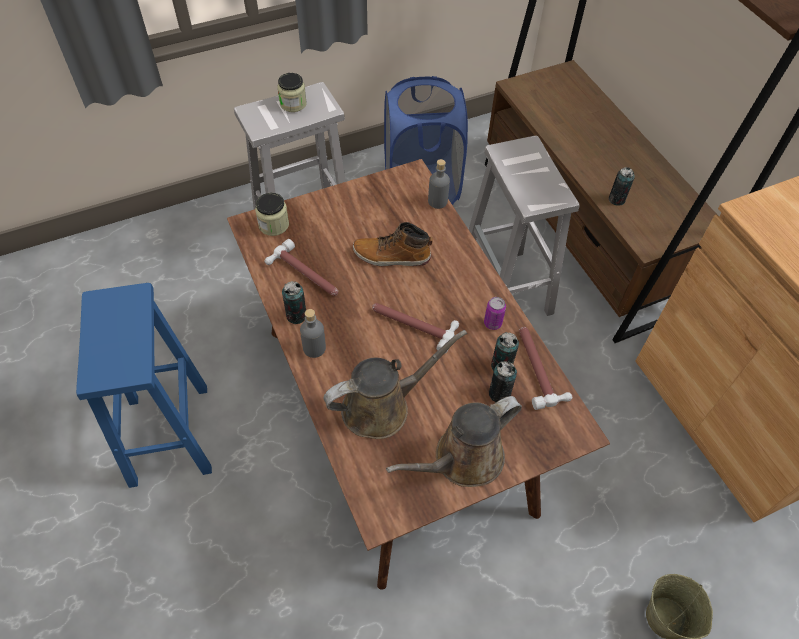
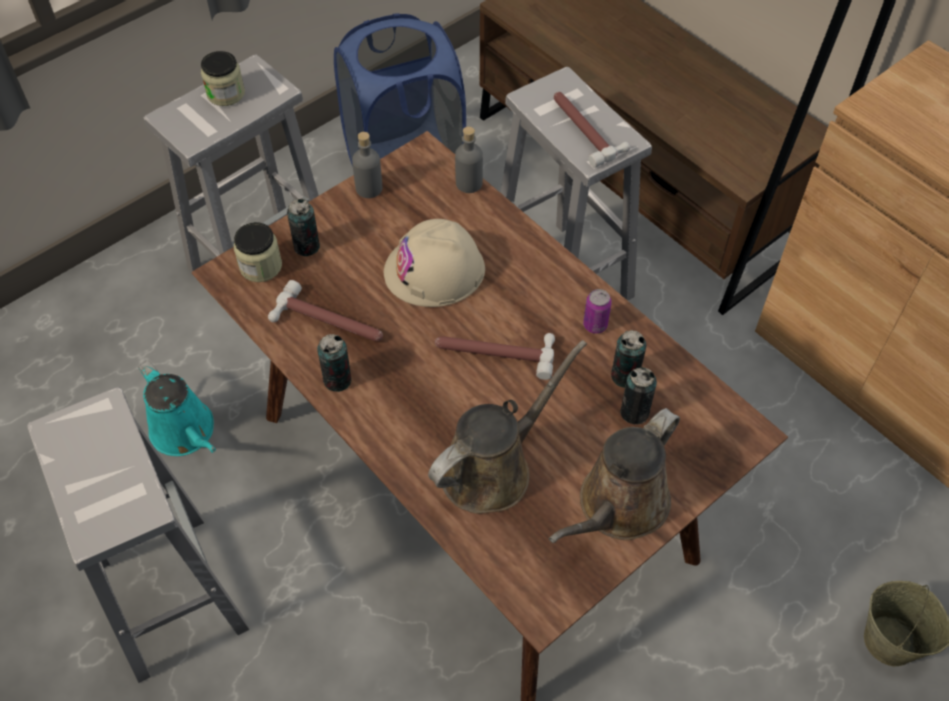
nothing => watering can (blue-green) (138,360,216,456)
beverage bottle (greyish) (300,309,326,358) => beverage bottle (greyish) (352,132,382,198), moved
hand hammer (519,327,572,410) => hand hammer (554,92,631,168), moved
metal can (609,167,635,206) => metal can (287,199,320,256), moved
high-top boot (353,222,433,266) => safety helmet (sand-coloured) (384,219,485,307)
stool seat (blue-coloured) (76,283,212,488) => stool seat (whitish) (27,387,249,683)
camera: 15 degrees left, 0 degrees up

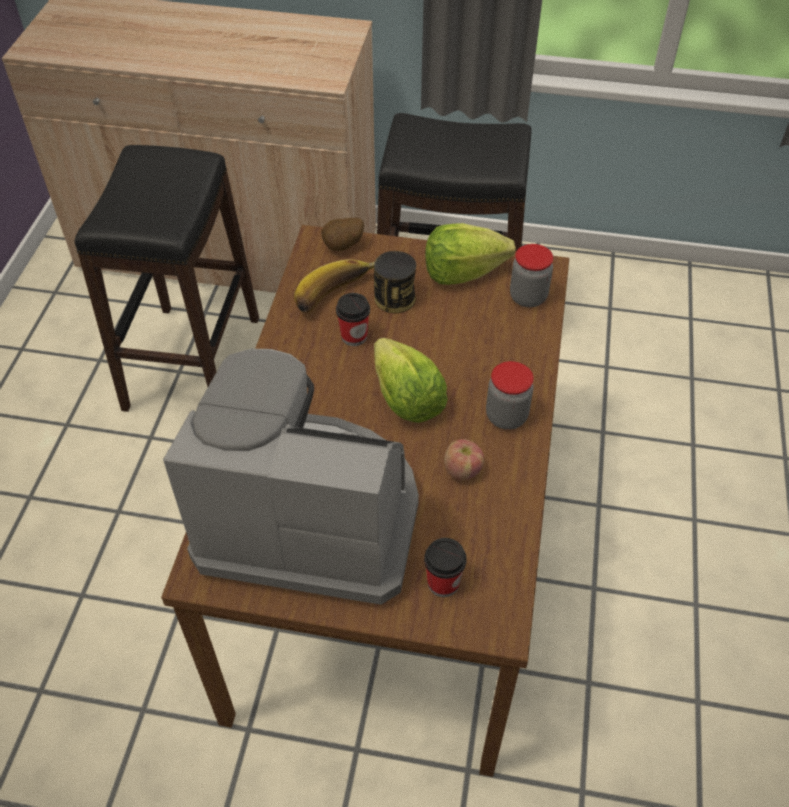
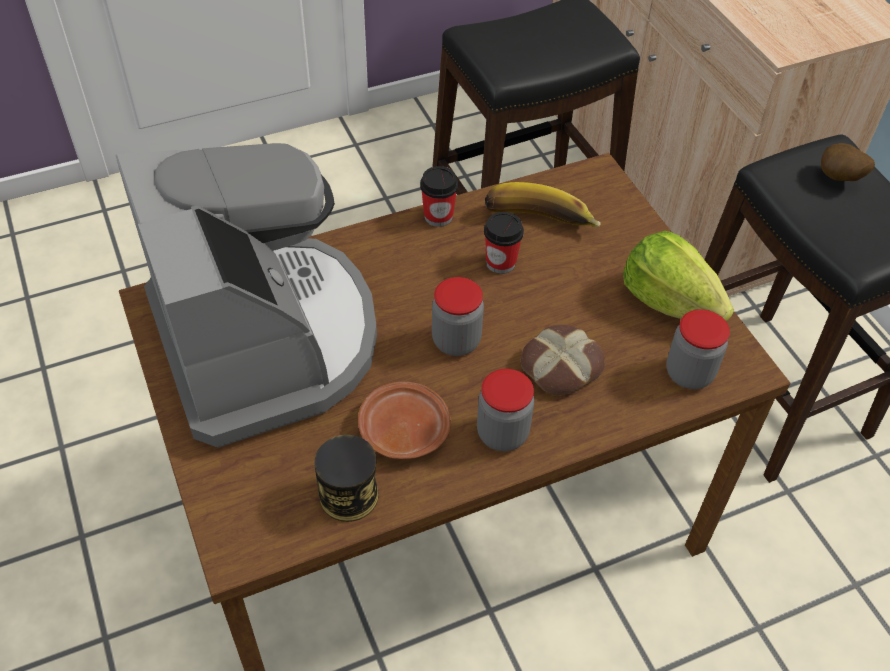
nothing => baked bread (521,325,605,395)
spud (321,218,364,251) => spud (821,143,875,181), moved
metal can (374,251,416,313) => metal can (314,435,379,522), moved
drinking cup (424,538,467,597) => drinking cup (420,166,458,227), moved
head of lettuce (374,338,448,423) => preserve jar (432,277,484,356)
apple (444,439,484,480) => flat dish (brown-coloured) (358,382,451,460)
camera: 55 degrees right, 0 degrees up

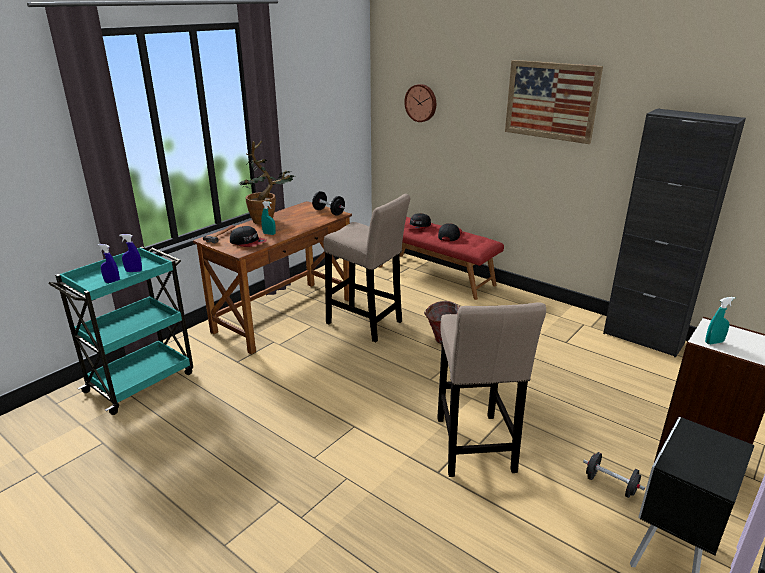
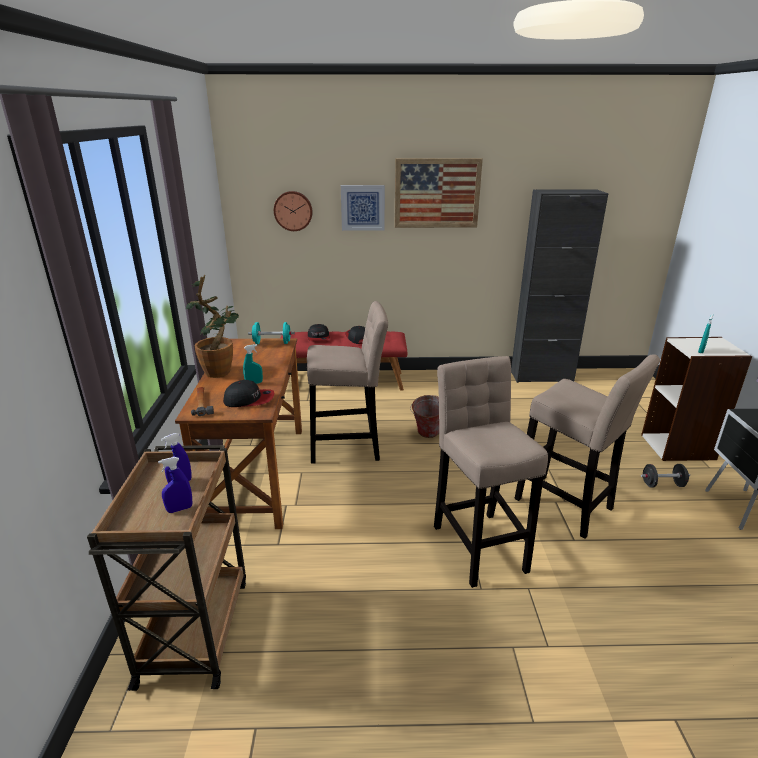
nothing => wall picture (341,185,385,231)
nothing => stool seat (sand-coloured) (434,356,548,588)
cart (blue-green) (49,246,193,415) => cart (brown-coloured) (87,445,246,691)
free weight (blackish) (312,191,345,216) => free weight (blue-green) (248,322,295,344)
camera: 40 degrees left, 0 degrees up

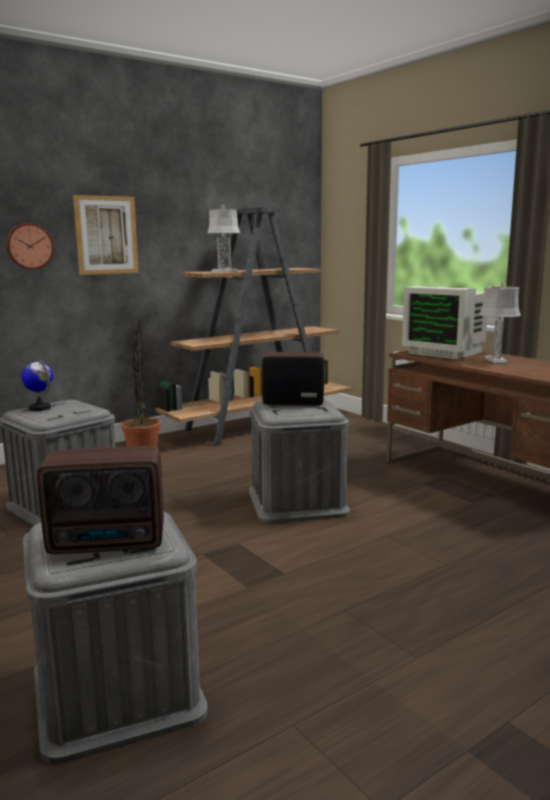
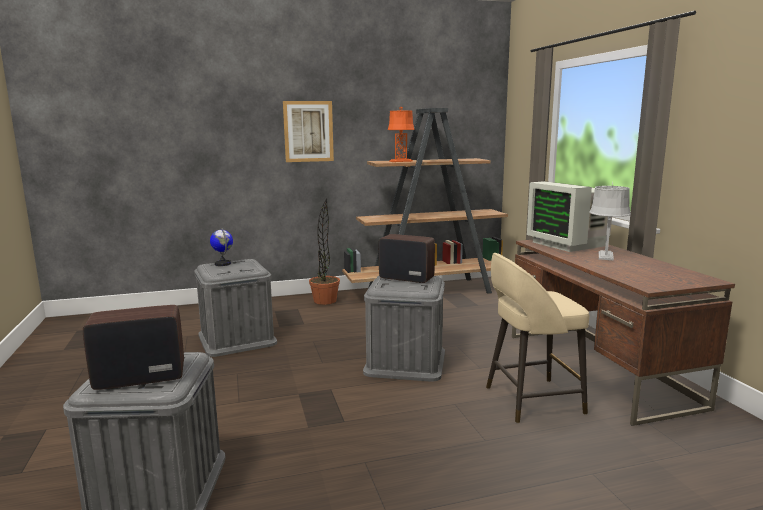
hanging clock (6,223,54,270) => nothing
nothing => stool seat (sand-coloured) (486,253,589,423)
tabletop lamp (greyish) (207,205,240,272) => tabletop lamp (orangey) (388,107,415,162)
radio (37,446,164,554) => radio (83,305,184,390), 150 degrees clockwise
camera: 20 degrees right, 0 degrees up

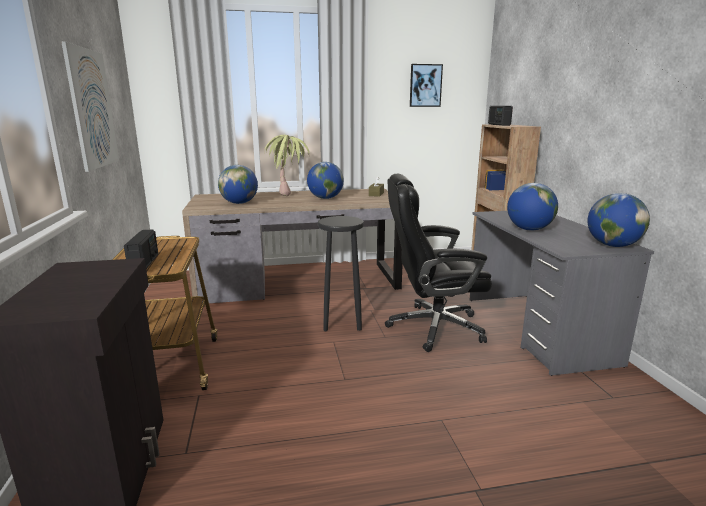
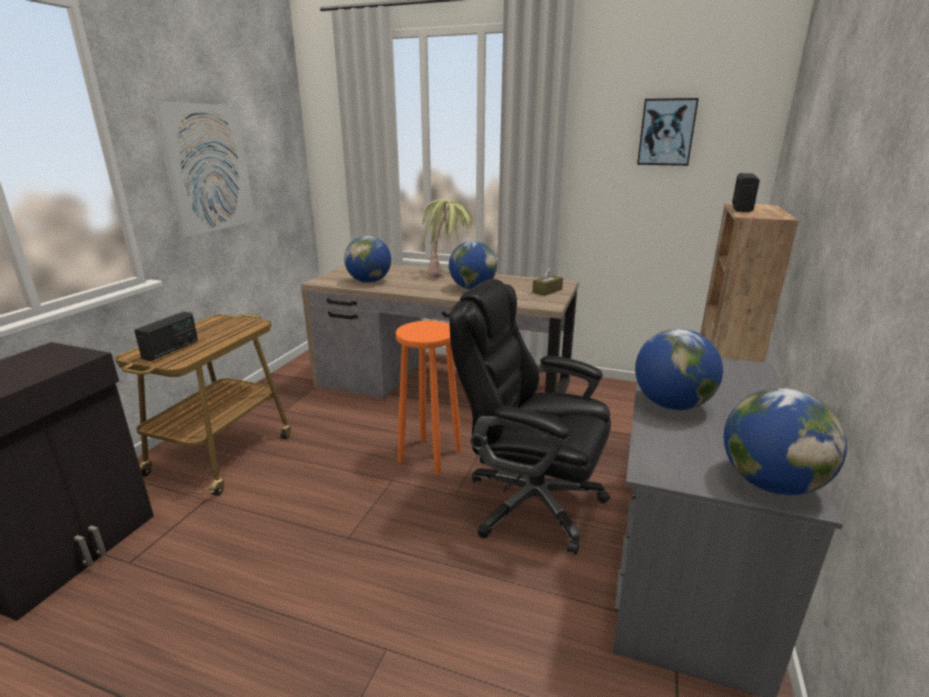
stool seat (blackish) (318,216,364,331) => stool seat (orangey) (396,321,461,475)
camera: 30 degrees right, 5 degrees up

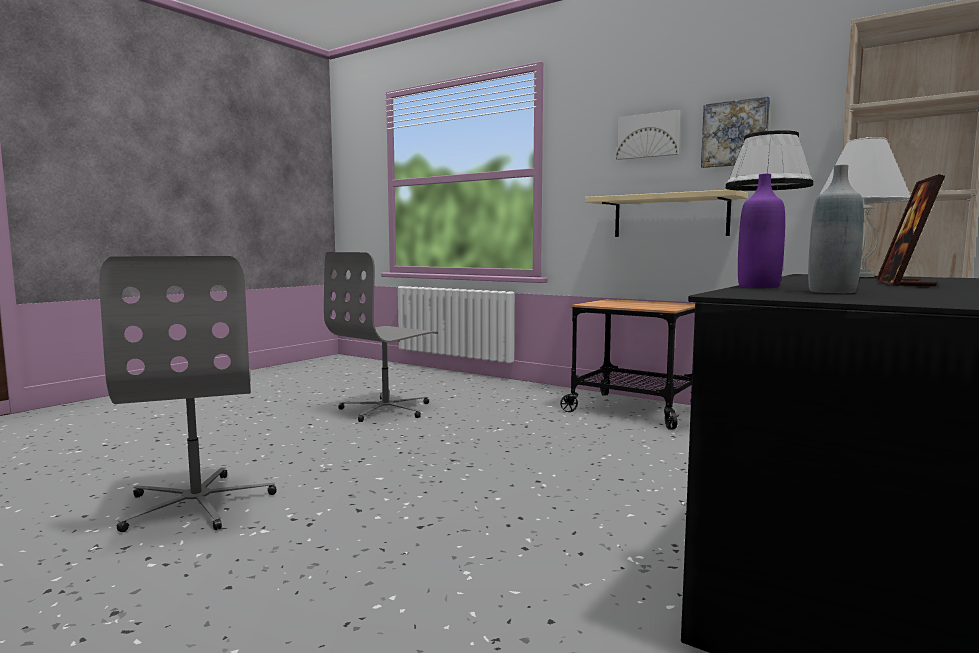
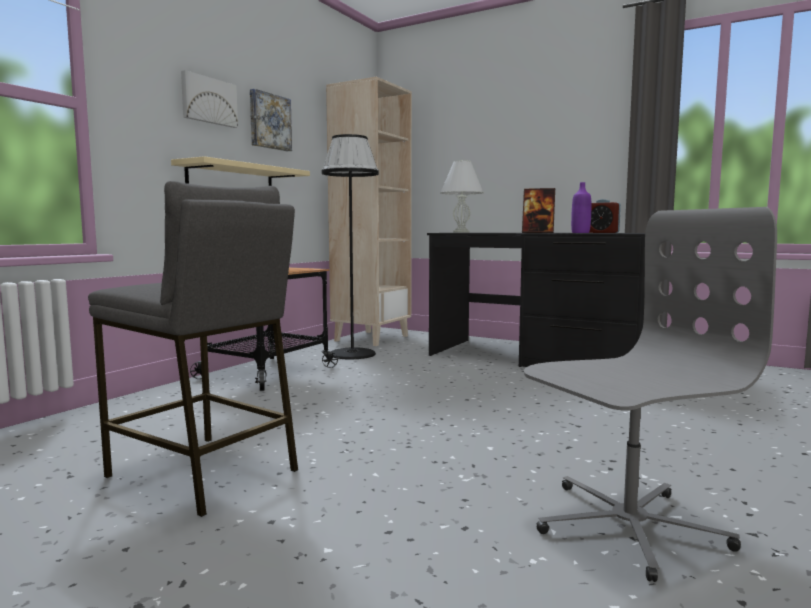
office chair (greyish) (324,252,438,422) => stool seat (greyish) (88,181,298,517)
beverage bottle (greyish) (808,165,864,293) => bedside clock (589,199,621,233)
camera: 95 degrees left, 0 degrees up

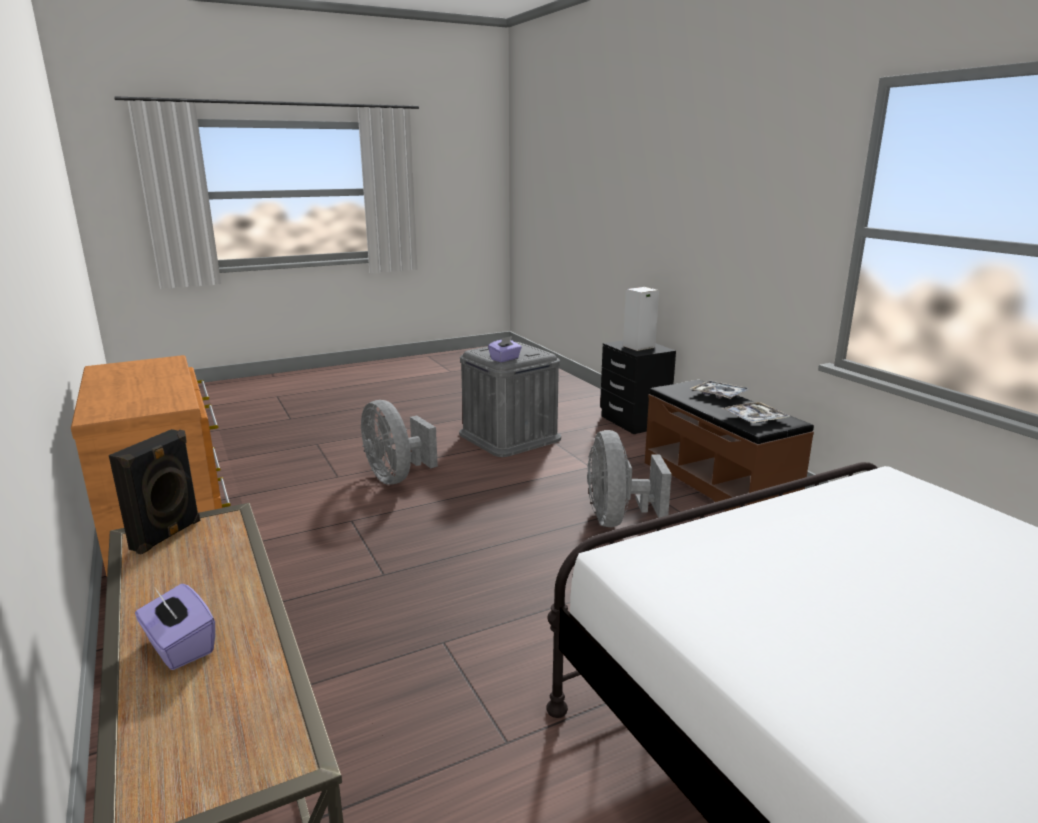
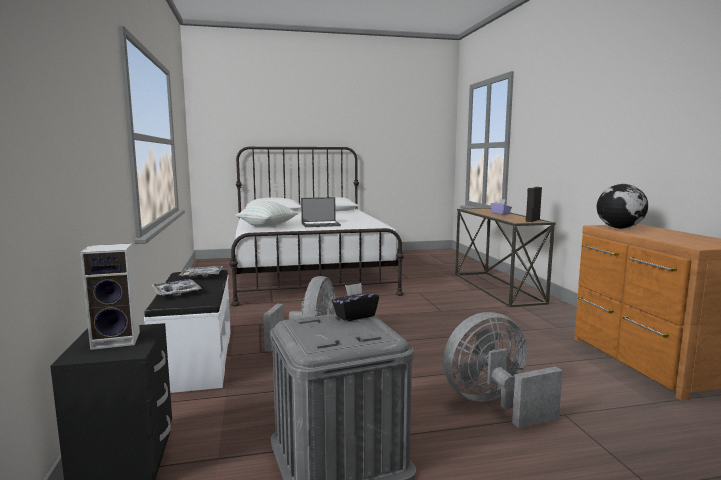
nothing => cushion (236,201,298,227)
nothing => laptop (301,197,341,227)
nothing => desk globe (597,184,648,229)
tissue holder (purple-coloured) (488,336,522,362) => tissue holder (blackish) (332,283,379,321)
bench (brown-coloured) (645,380,814,511) => bench (whitish) (144,270,231,393)
electric fan (greyish) (361,400,438,485) => electric fan (greyish) (443,312,563,428), 90 degrees counterclockwise
camera: 165 degrees left, 10 degrees down

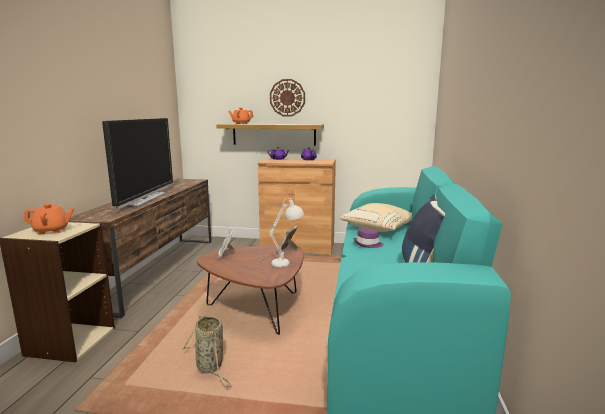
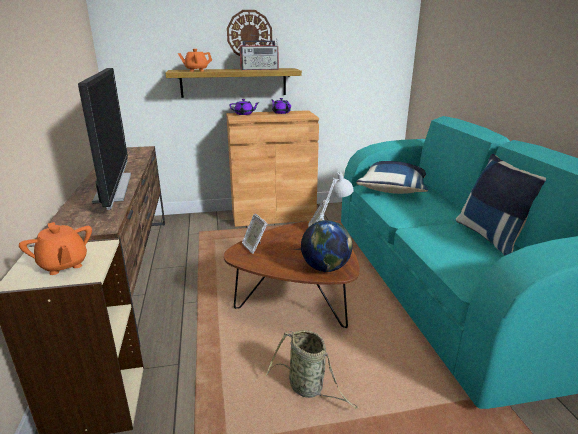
wearable hat (purple-coloured) (353,228,384,248) => nothing
nothing => radio (239,39,279,70)
nothing => desk globe (301,220,352,272)
cushion (sand-coloured) (340,203,412,232) => cushion (blue-coloured) (356,161,428,194)
pot for tea (orangey) (23,204,74,235) => pot for tea (orangey) (19,222,92,275), 90 degrees clockwise
camera: 20 degrees left, 10 degrees up

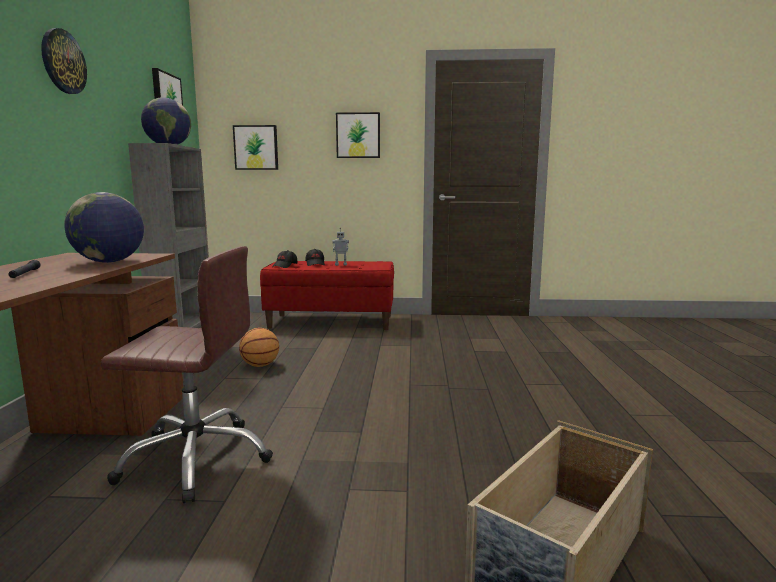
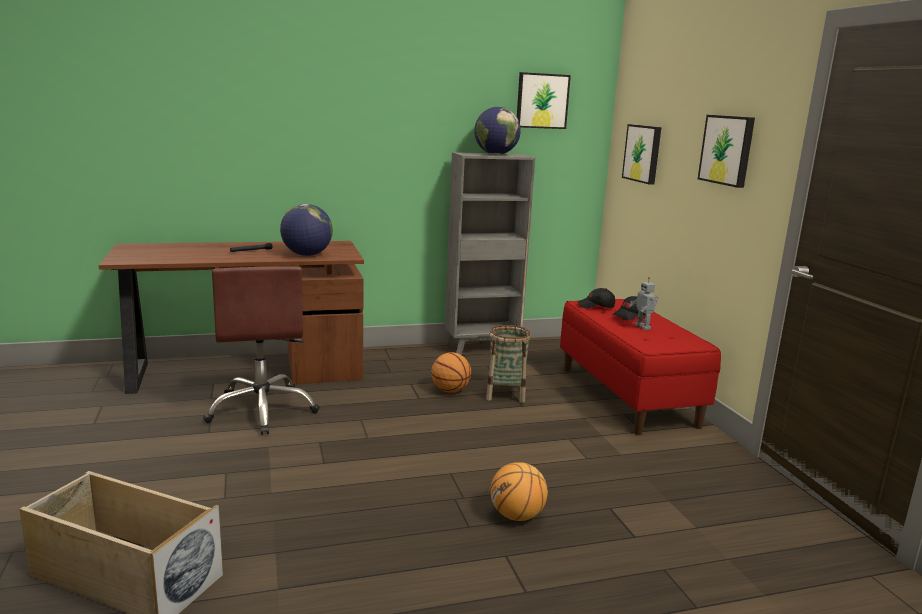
hanging clock (41,28,87,94) => nothing
nothing => household basket (486,325,531,403)
nothing => ball for basketball (490,462,548,521)
camera: 70 degrees right, 5 degrees up

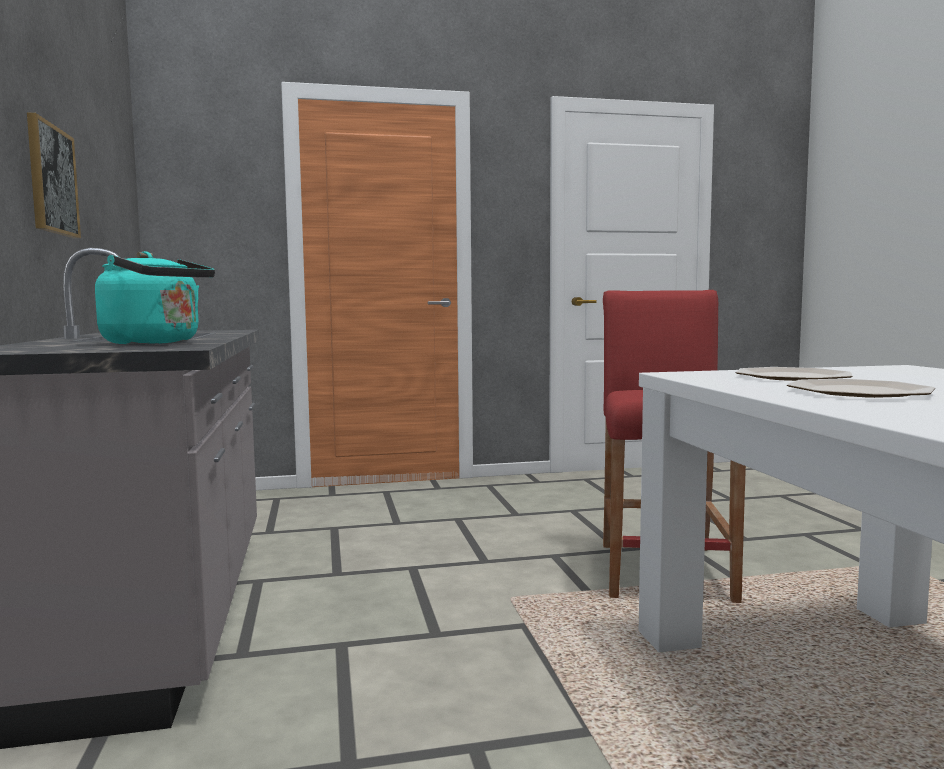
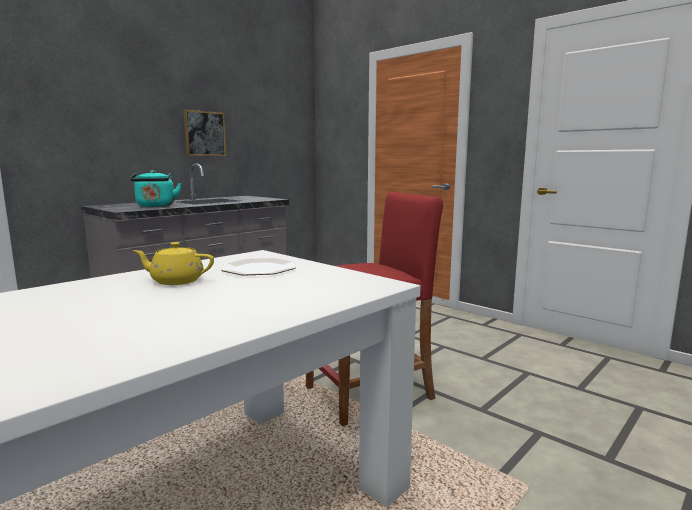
flat dish (787,379,935,398) => pot for tea (yellow-coloured) (133,242,214,285)
camera: 55 degrees right, 5 degrees up

